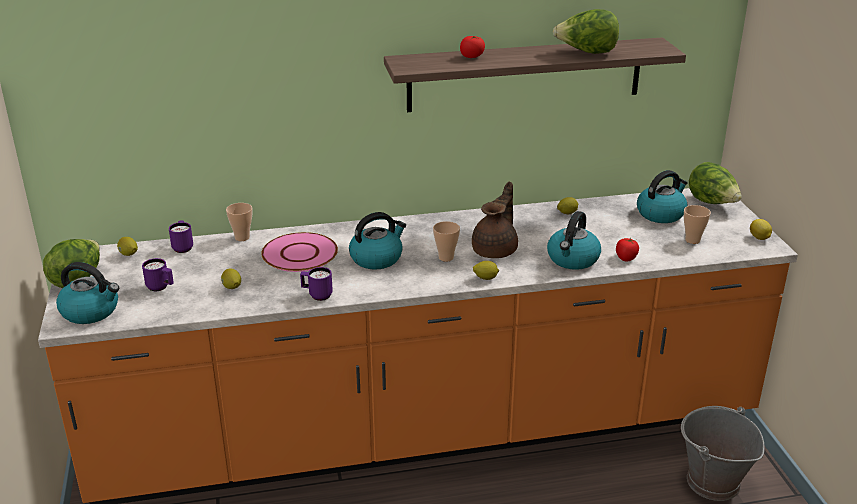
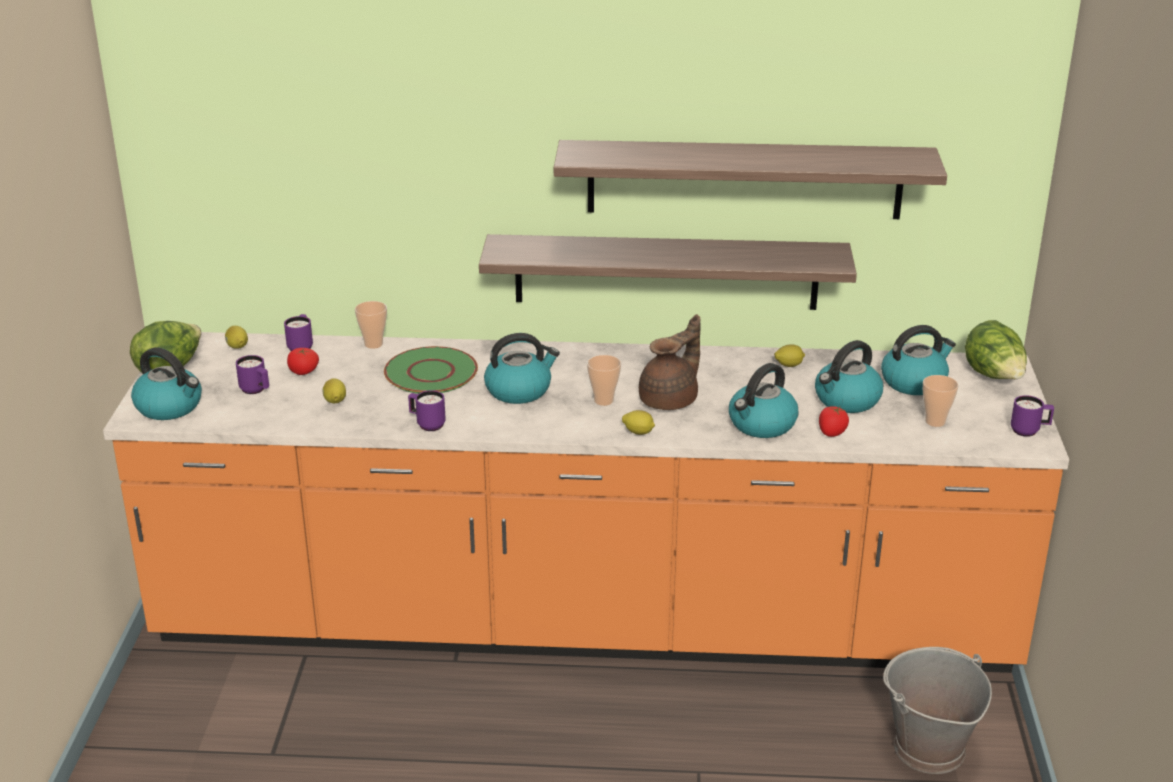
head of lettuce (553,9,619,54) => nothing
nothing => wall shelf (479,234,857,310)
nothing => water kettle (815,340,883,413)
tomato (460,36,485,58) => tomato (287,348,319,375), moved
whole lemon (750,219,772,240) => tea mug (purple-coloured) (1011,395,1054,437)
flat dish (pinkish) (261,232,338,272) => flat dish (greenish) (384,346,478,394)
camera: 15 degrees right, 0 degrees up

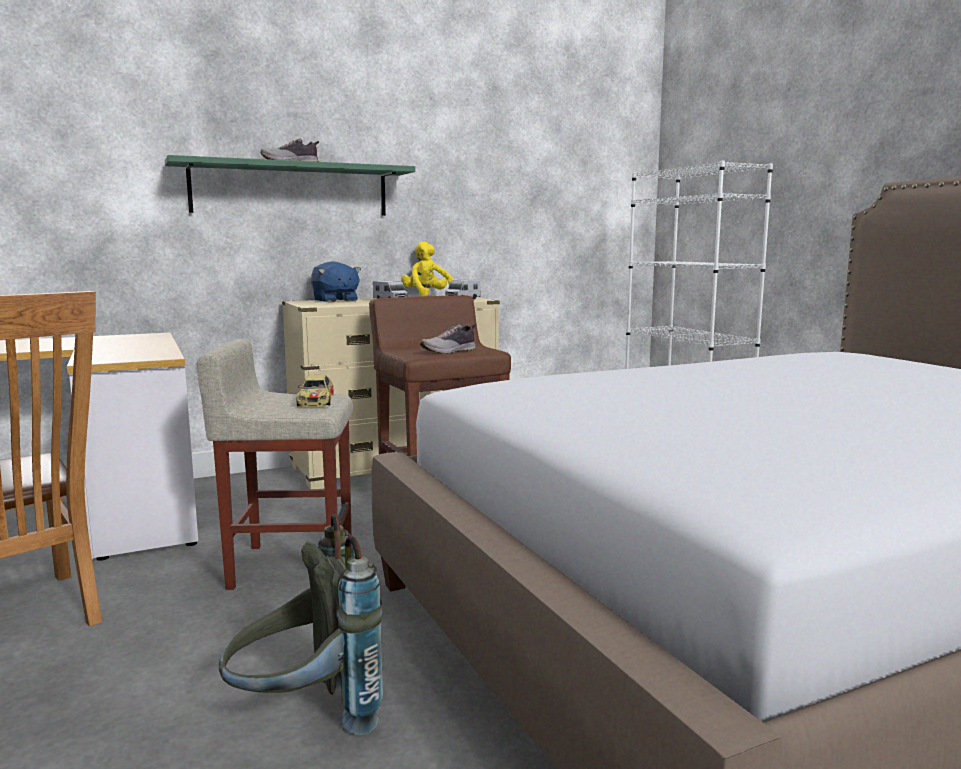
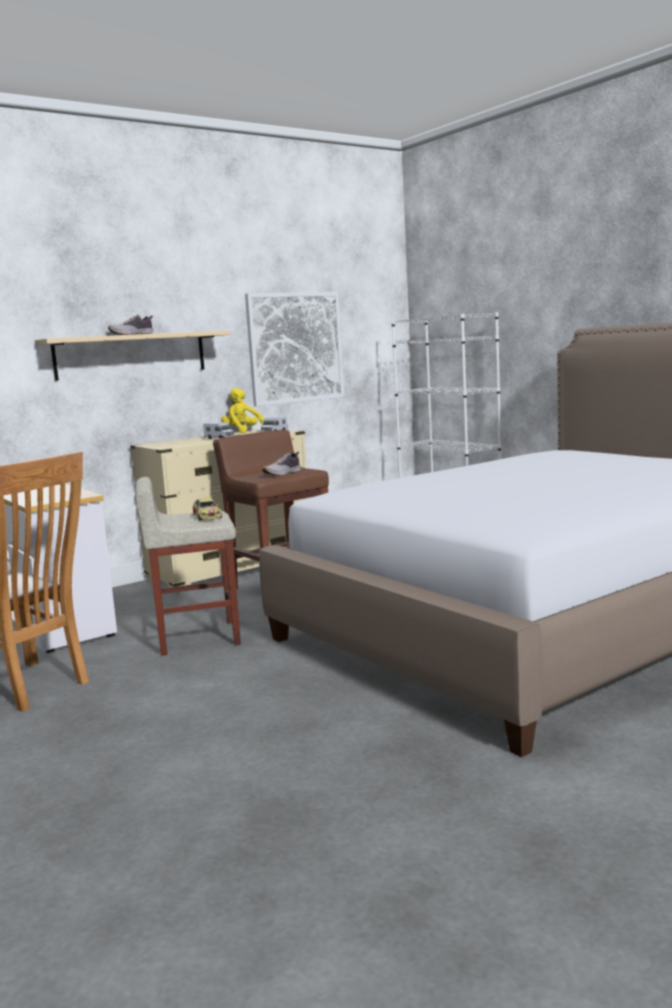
knapsack (greyish) (219,514,383,735) => nothing
soft toy (blue-coloured) (311,261,361,302) => nothing
nothing => wall picture (245,292,344,406)
wall shelf (greenish) (165,155,415,216) => wall shelf (sand-coloured) (35,330,230,381)
camera: 10 degrees left, 0 degrees up

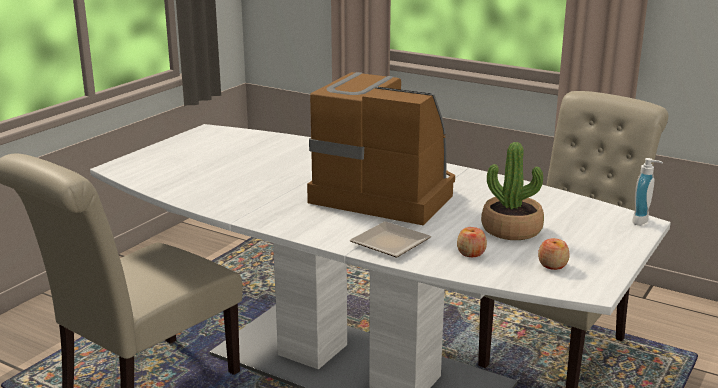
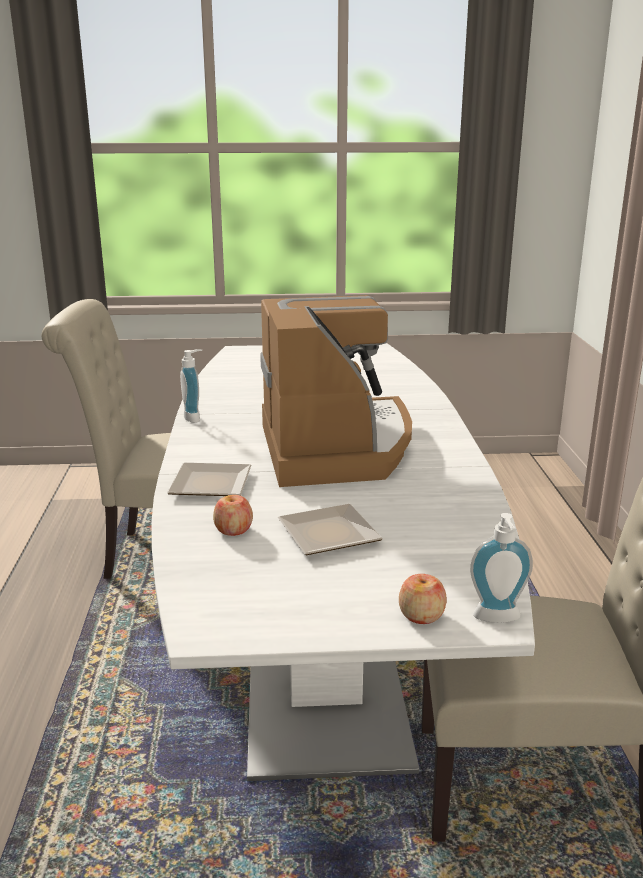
nothing => liquid soap bottle (180,349,202,423)
apple (538,238,570,270) => apple (399,574,446,624), moved
potted plant (481,142,544,240) => flat dish (278,504,383,555)
camera: 55 degrees right, 0 degrees up

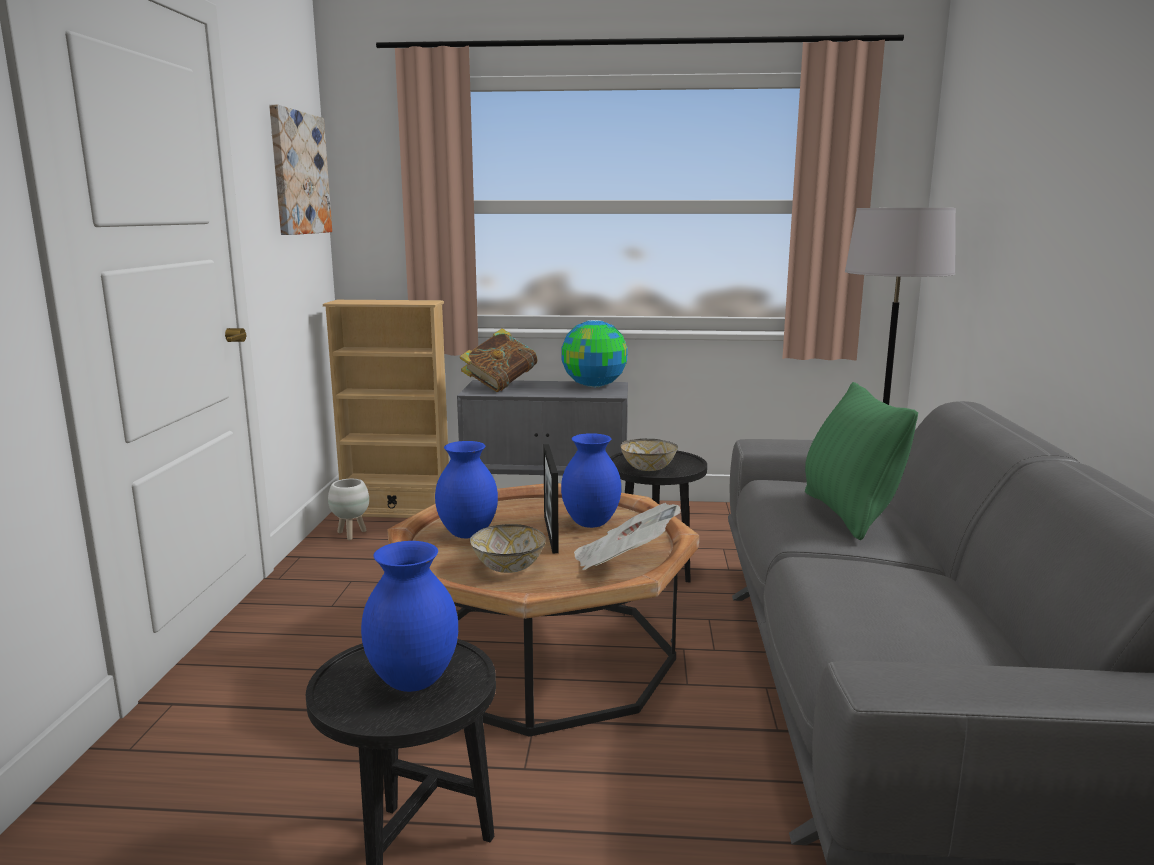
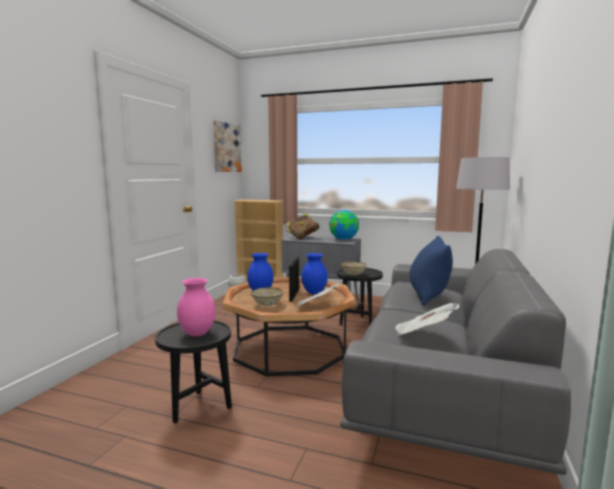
nothing => printed paper (395,303,459,336)
decorative vase (blue-coloured) (361,541,458,692) => decorative vase (pinkish) (177,278,216,336)
cushion (greenish) (805,382,918,540) => cushion (blue-coloured) (409,236,453,306)
camera: 15 degrees right, 5 degrees down

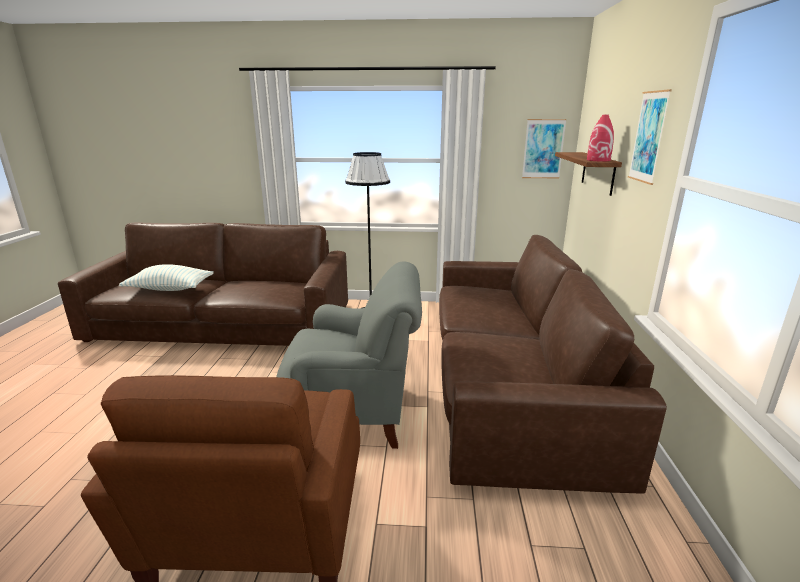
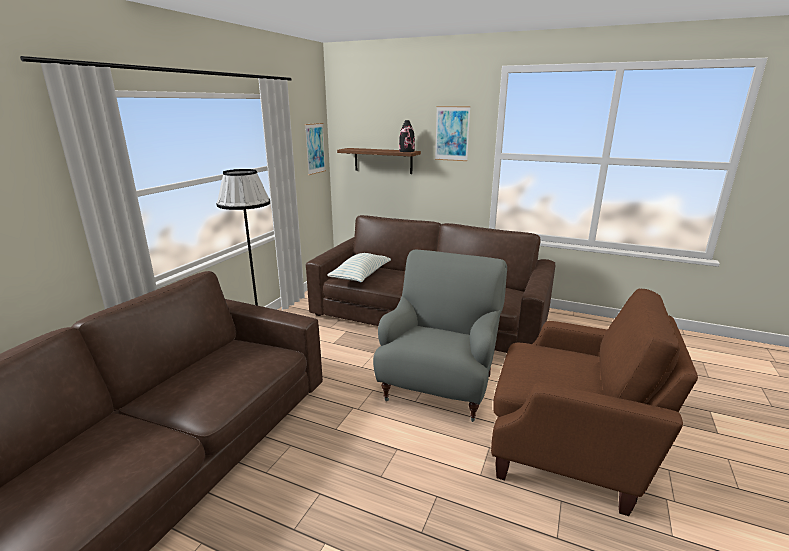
cushion (119,264,213,291) => cushion (327,253,391,282), moved
decorative vase (red-coloured) (587,115,614,161) => decorative vase (blackish) (399,120,415,152)
camera: 70 degrees left, 0 degrees up

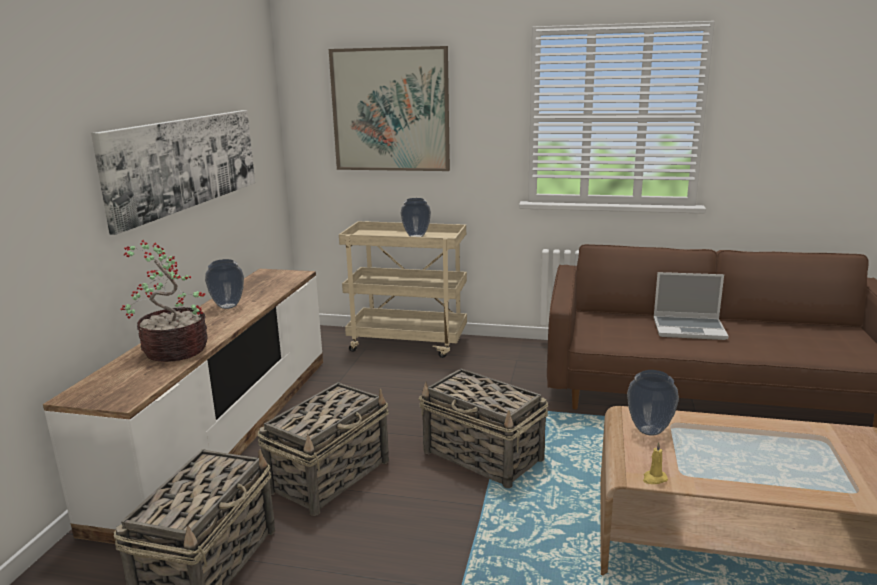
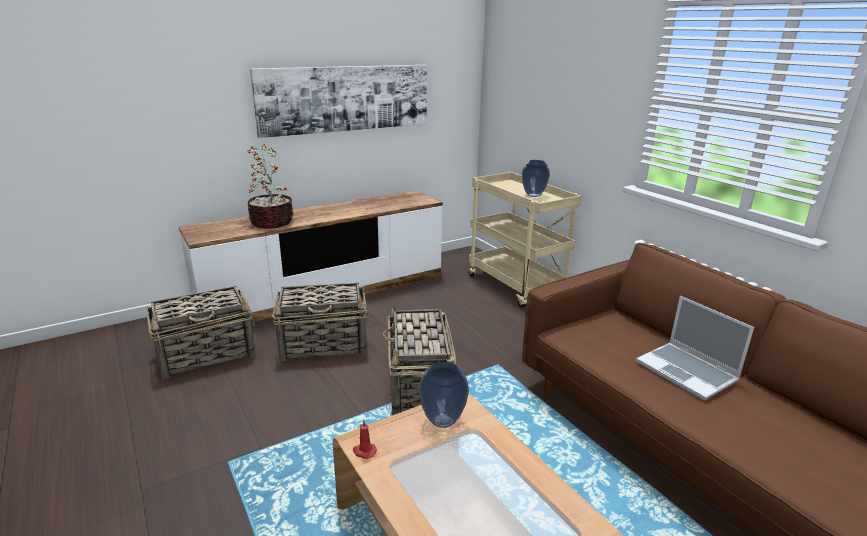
decorative vase (205,259,244,309) => nothing
wall picture (329,46,450,171) => nothing
candle (yellow-coloured) (643,442,668,484) => candle (red-coloured) (353,419,377,459)
camera: 45 degrees right, 5 degrees up

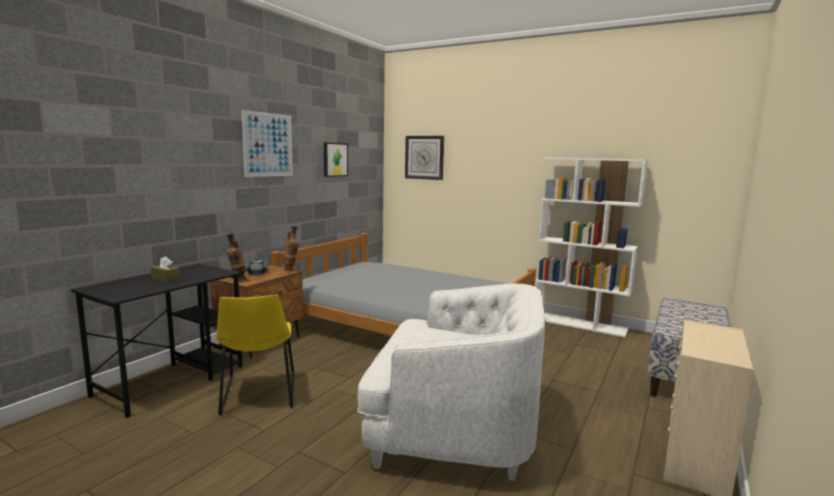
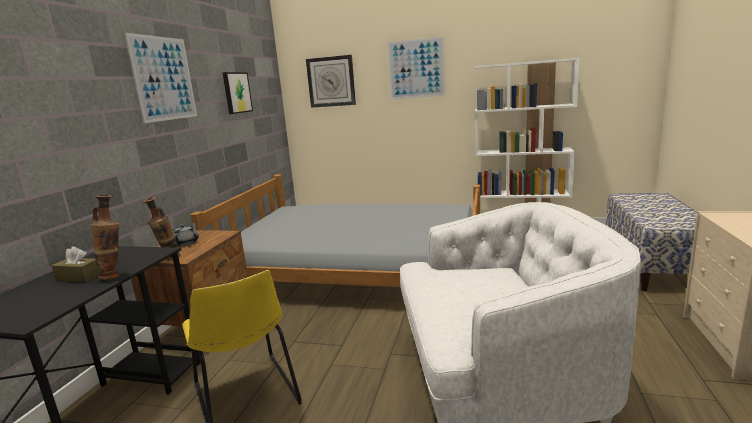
nothing => wall picture (388,36,445,99)
decorative vase (284,226,299,272) => decorative vase (91,195,120,280), moved
camera: 15 degrees left, 5 degrees up

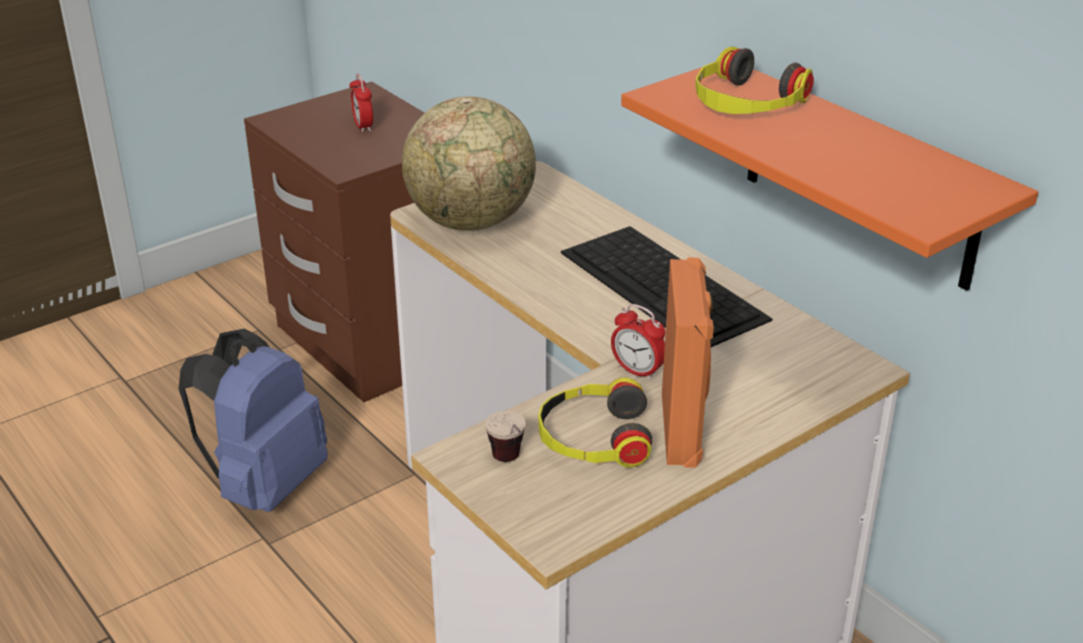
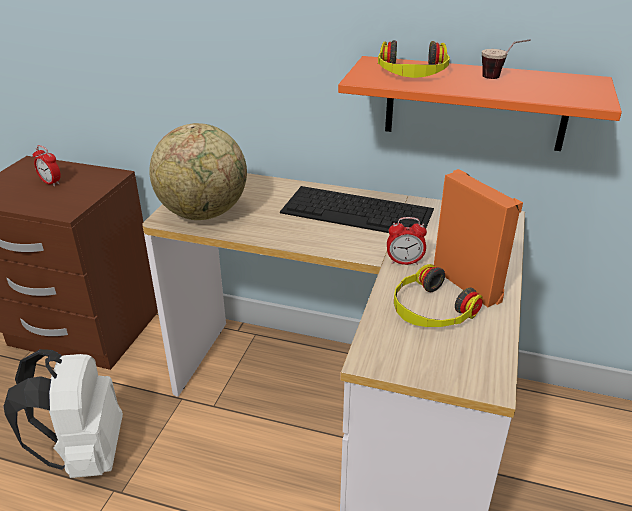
drinking cup (485,411,526,462) => drinking cup (482,39,531,79), moved
knapsack (blue-coloured) (179,328,328,512) => knapsack (whitish) (4,349,123,478)
camera: 35 degrees left, 0 degrees up

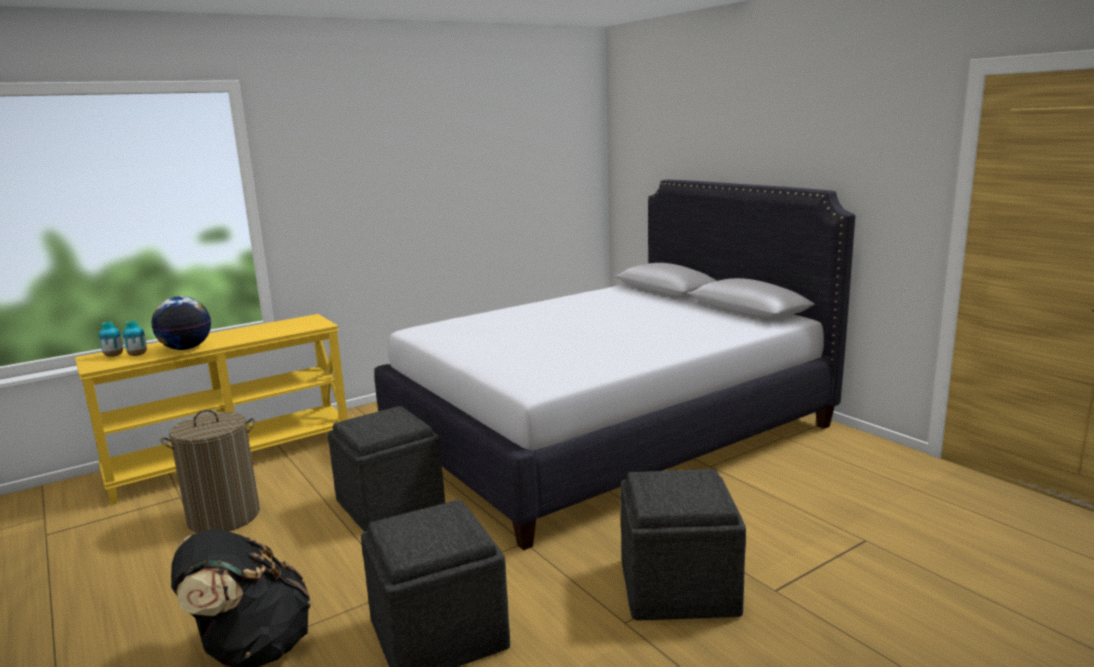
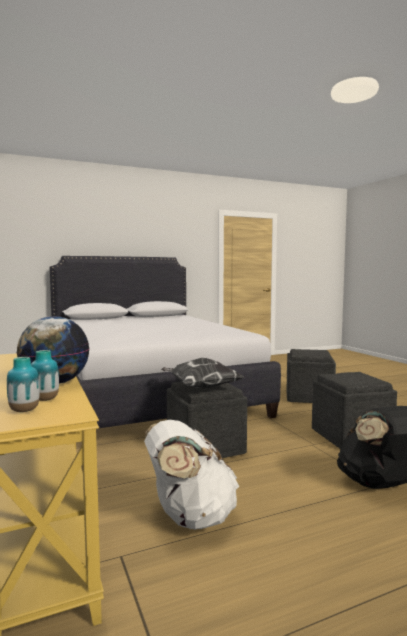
nothing => cushion (161,358,244,388)
laundry basket (160,410,260,533) => knapsack (whitish) (144,420,240,530)
camera: 80 degrees left, 10 degrees down

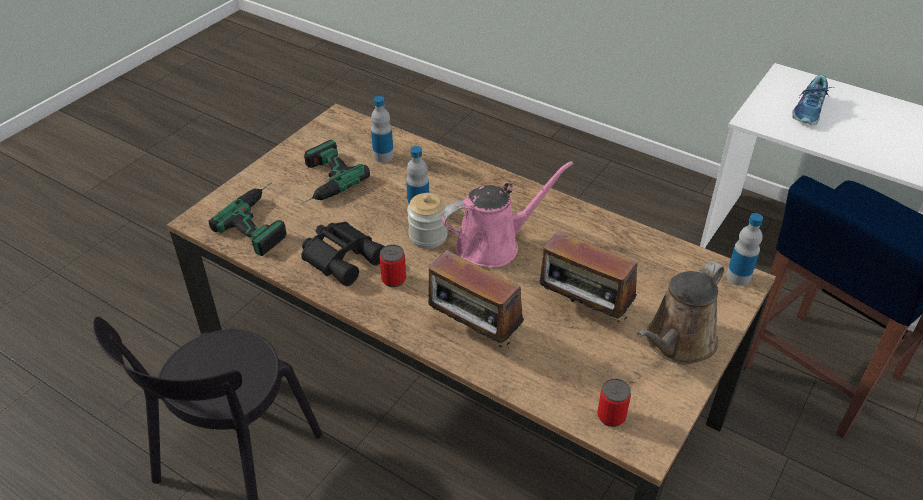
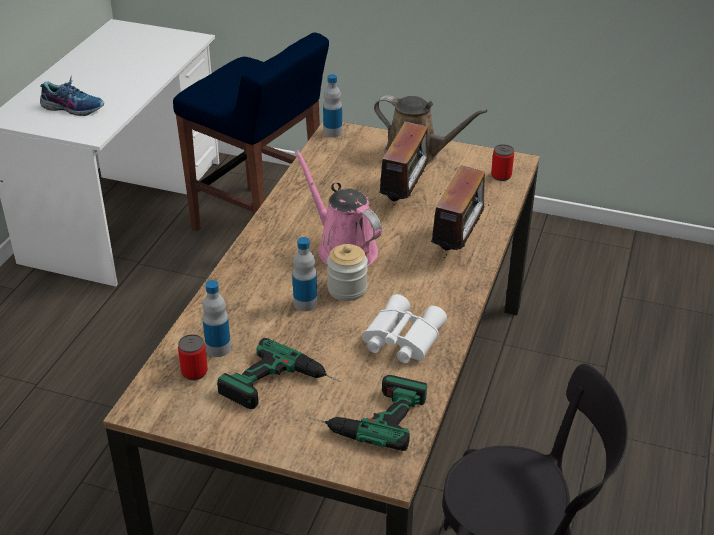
metal can (380,245,406,287) => metal can (178,334,208,380), moved
field glasses (blackish) (301,222,385,286) => field glasses (whitish) (362,294,447,363)
camera: 105 degrees left, 5 degrees down

